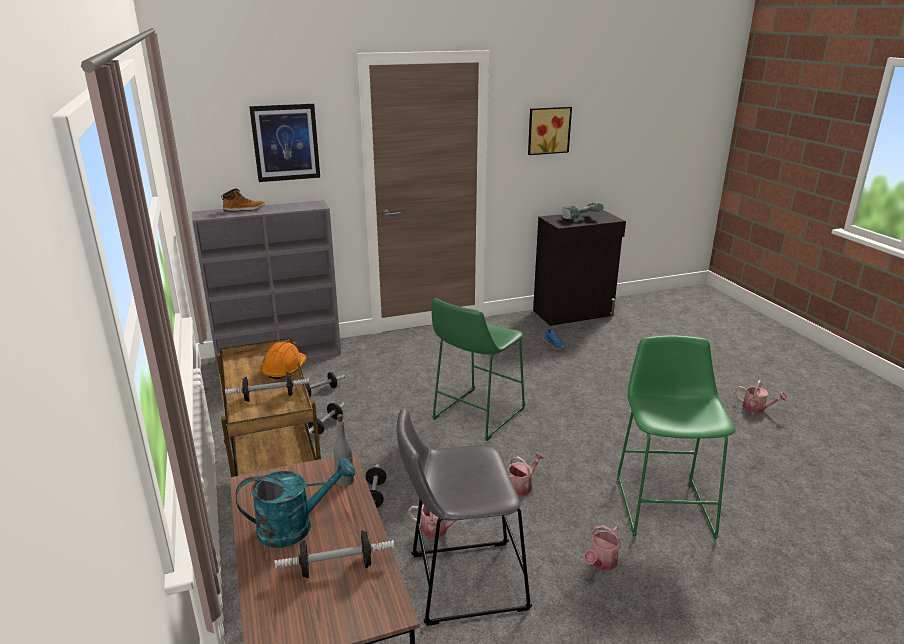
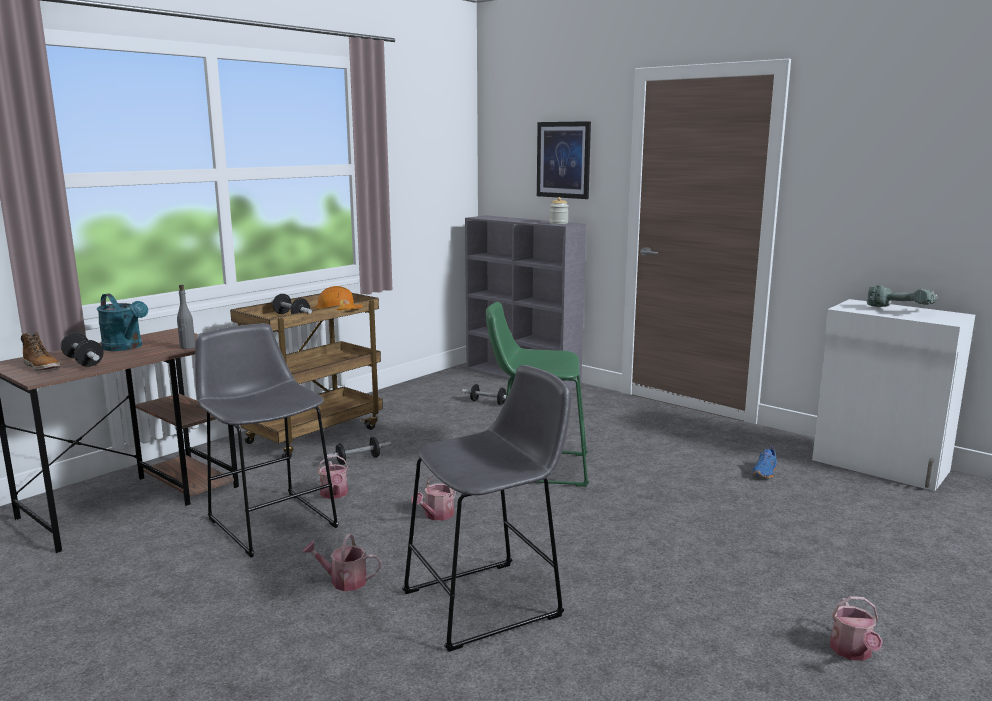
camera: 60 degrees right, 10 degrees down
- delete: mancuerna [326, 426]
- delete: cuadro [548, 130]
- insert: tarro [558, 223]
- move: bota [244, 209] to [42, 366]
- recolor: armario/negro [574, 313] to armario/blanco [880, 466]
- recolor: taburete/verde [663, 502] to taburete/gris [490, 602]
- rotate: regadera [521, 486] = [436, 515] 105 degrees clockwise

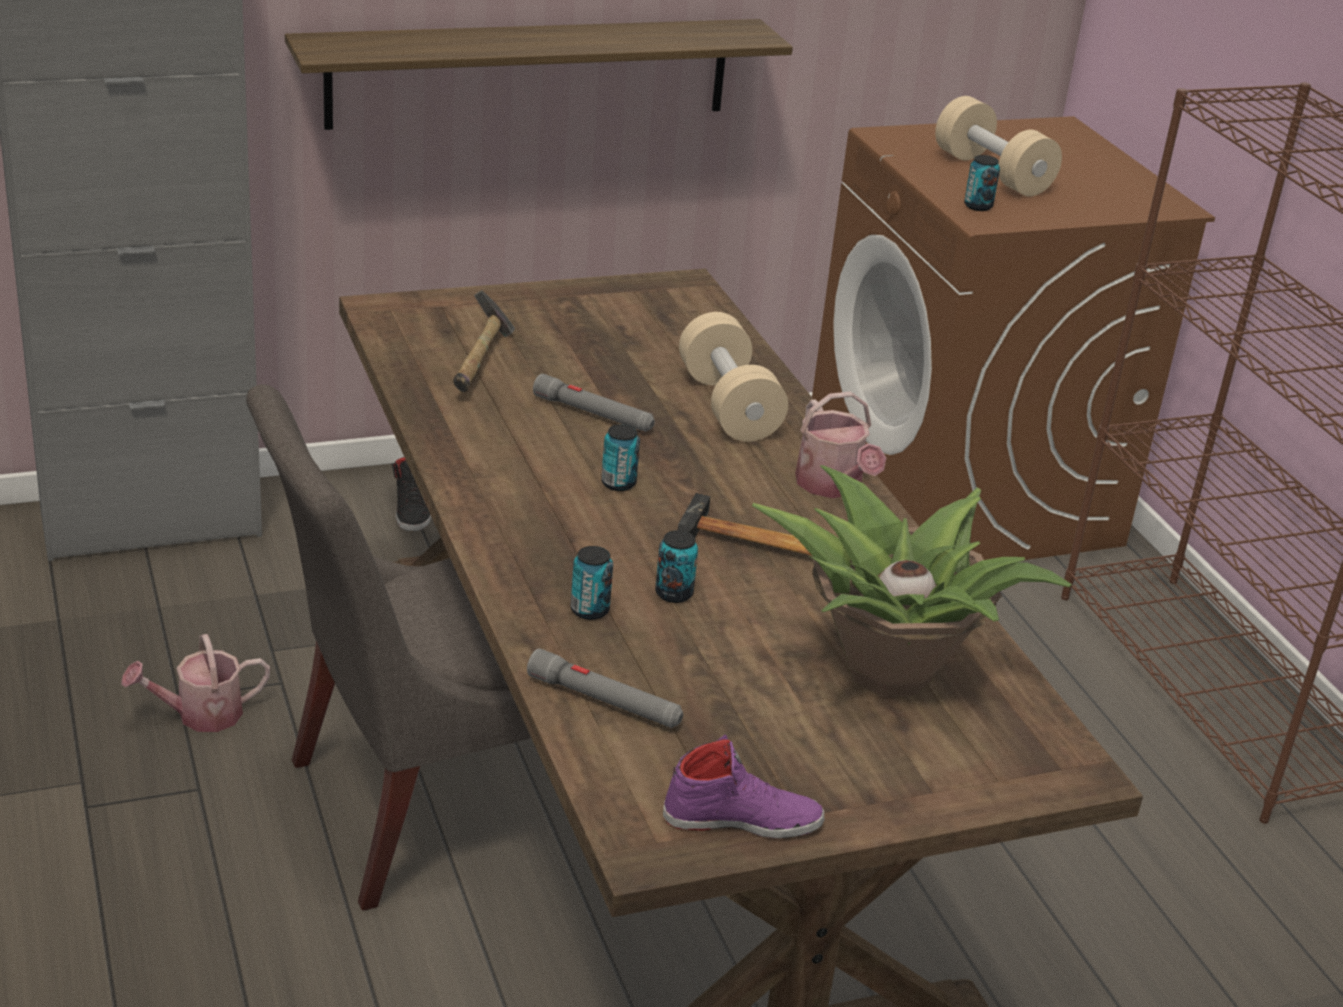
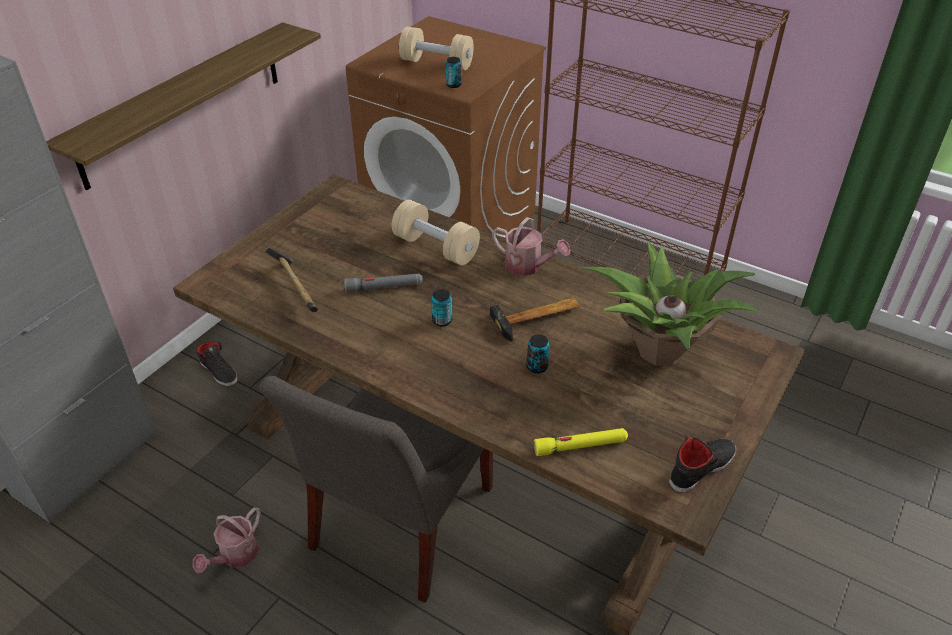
camera: 35 degrees left, 10 degrees up
- delete: lata [589, 610]
- recolor: linterna/gris [604, 701] to linterna/amarillo [580, 446]
- recolor: zapato/morado [742, 819] to zapato/negro [701, 467]

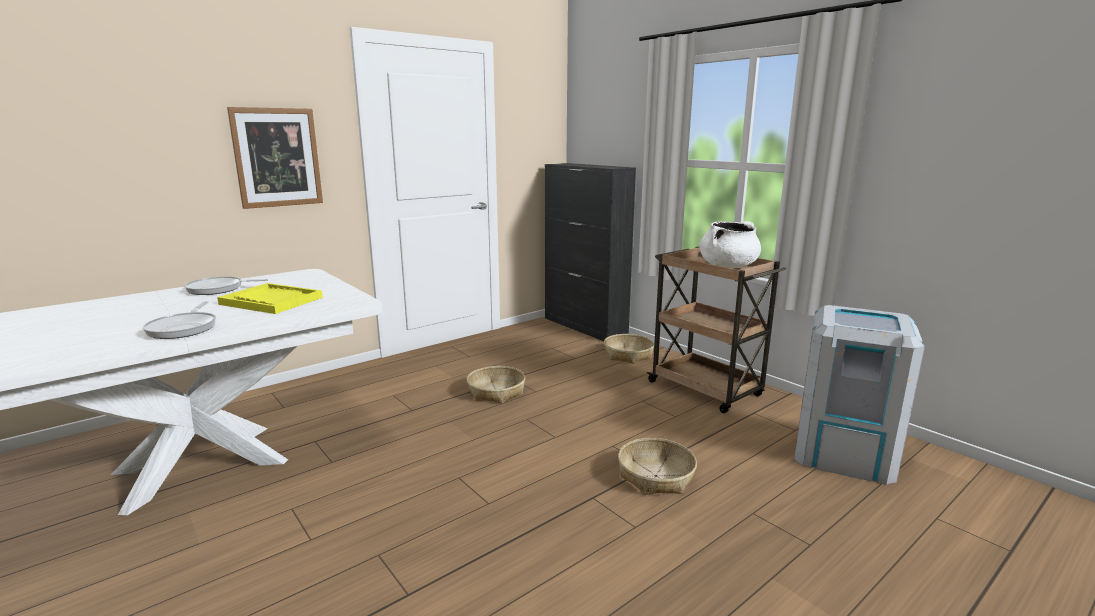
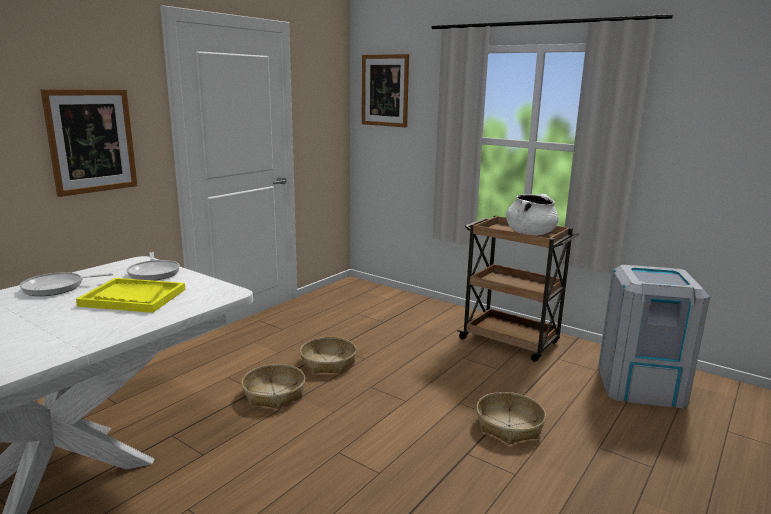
camera: 15 degrees left, 0 degrees up
- delete: armario/negro [585, 327]
- insert: cuadro [385, 90]
- move: sartén [184, 328] to [154, 272]
- move: cesta [628, 355] to [274, 394]

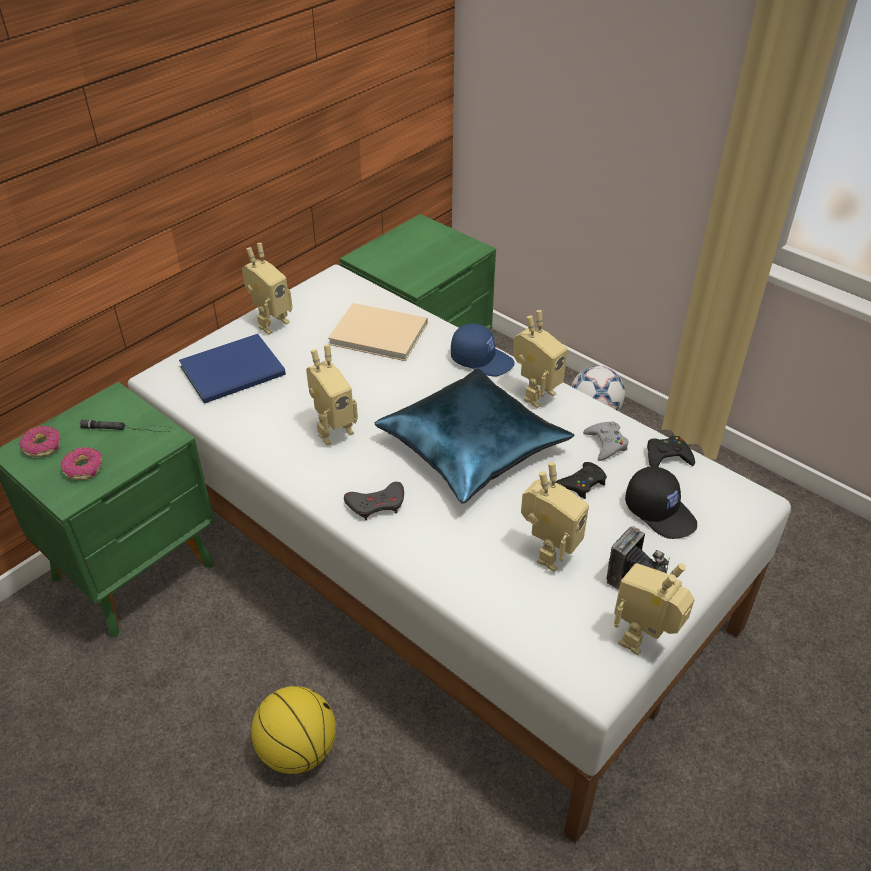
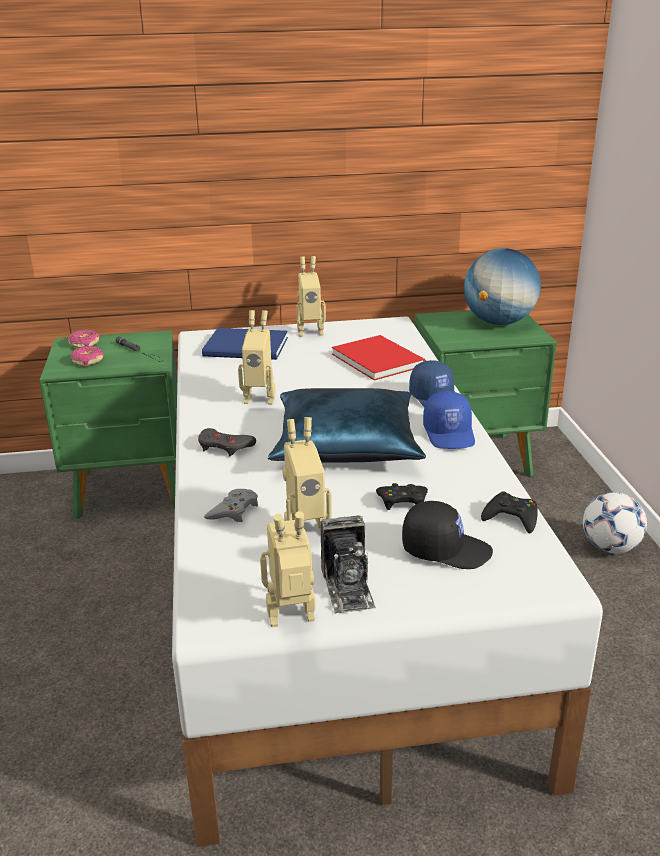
camera: 40 degrees right, 15 degrees down
- delete: balón de baloncesto [297, 749]
- insert: globo terráqueo [499, 322]
- move: mando de consola/gris [606, 444] to [233, 510]
- replace: robot de juguete [535, 394] to gorra/azul [450, 434]
- recolor: libro/beis [377, 332] to libro/rojo [378, 358]
- rotate: gorra/negro [660, 512] = [446, 549] 75 degrees counterclockwise

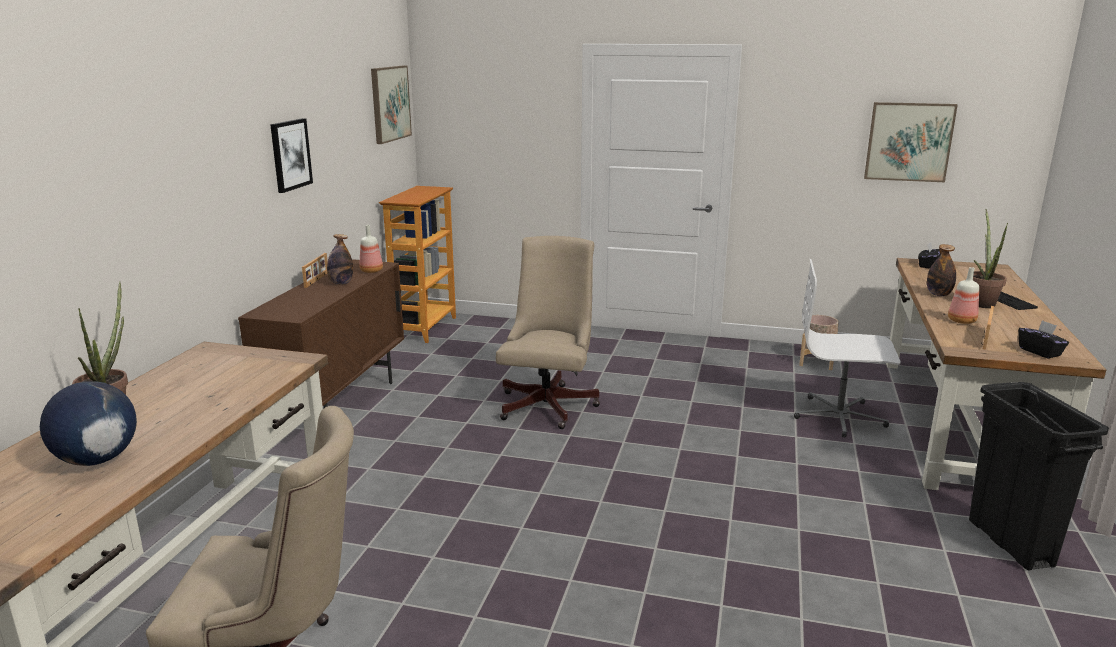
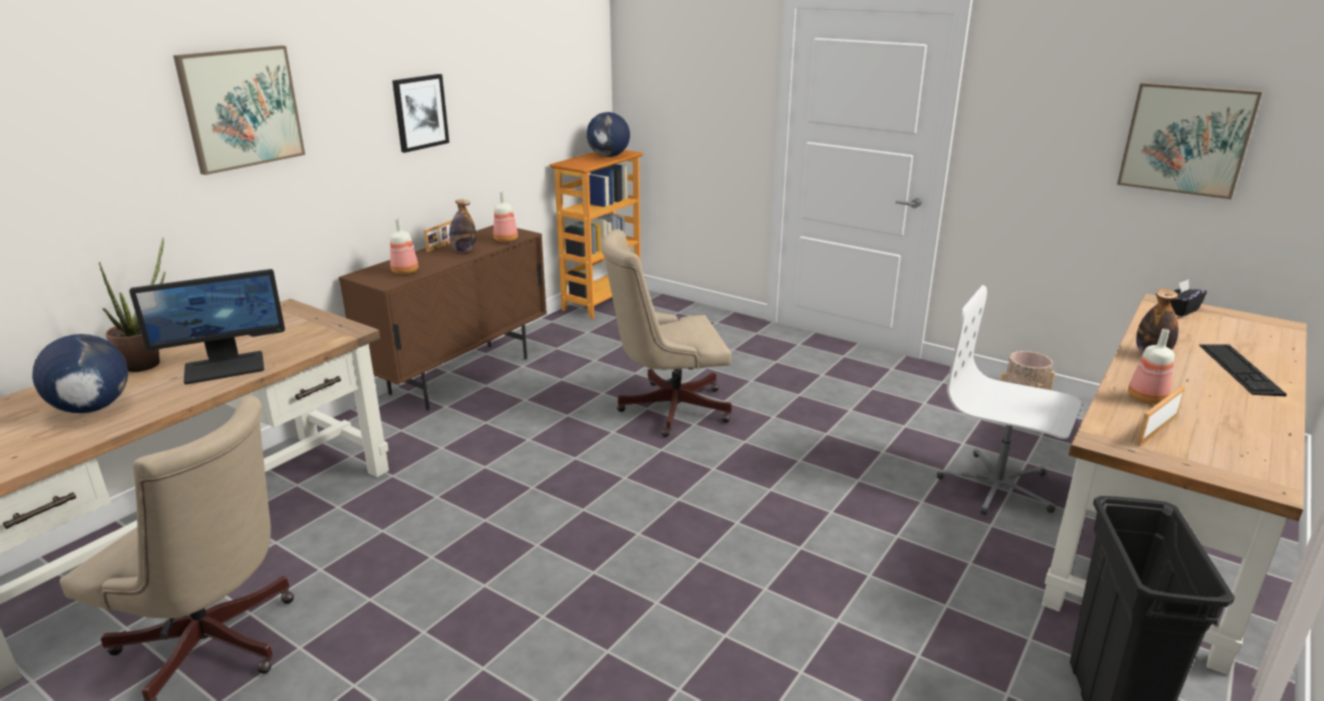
camera: 20 degrees right, 5 degrees up
- delete: planta en maceta [980, 302]
- delete: caja de pañuelos/negro [1040, 352]
- insert: monitor [225, 367]
- insert: botella [406, 271]
- insert: globo terráqueo [609, 156]
- move: cuadro [390, 103] to [241, 108]
- rotate: silla de oficina/beis [549, 403] = [667, 408] 135 degrees counterclockwise

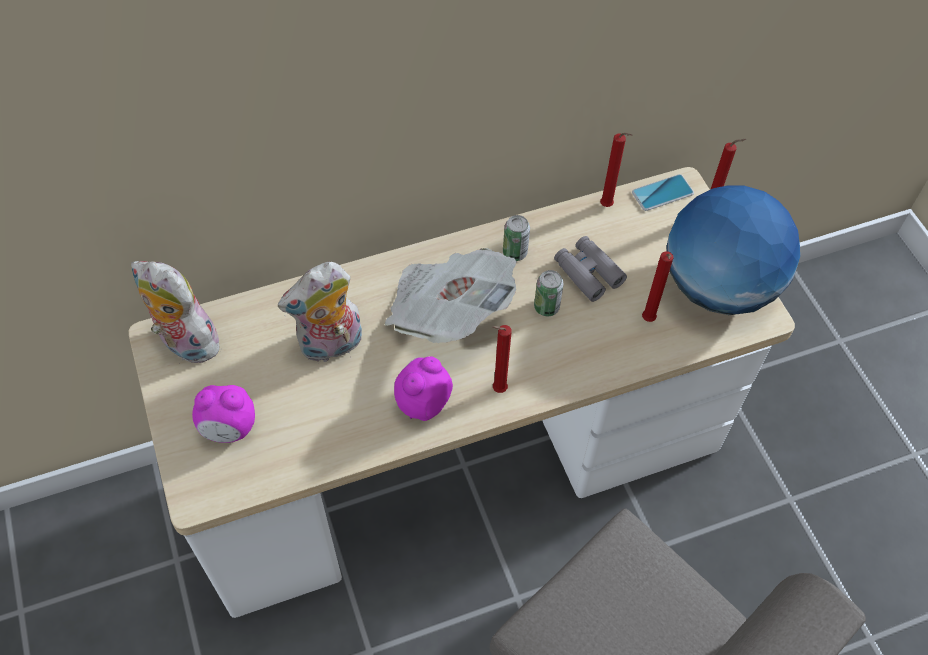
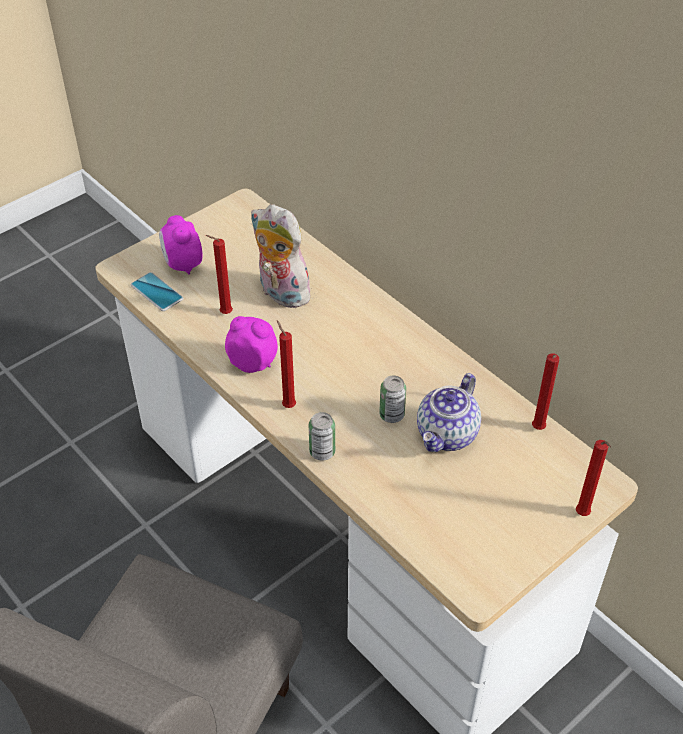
camera: 70 degrees right, 10 degrees down
- delete: peluche [185, 343]
- delete: periódico [448, 311]
- delete: globo terráqueo [717, 287]
- move: lata [515, 252] to [322, 452]
- move: móvil [662, 193] to [157, 292]
- move: vela/rojo [648, 321] to [224, 313]
- replace: prismáticos/gris [588, 273] to tetera [447, 435]

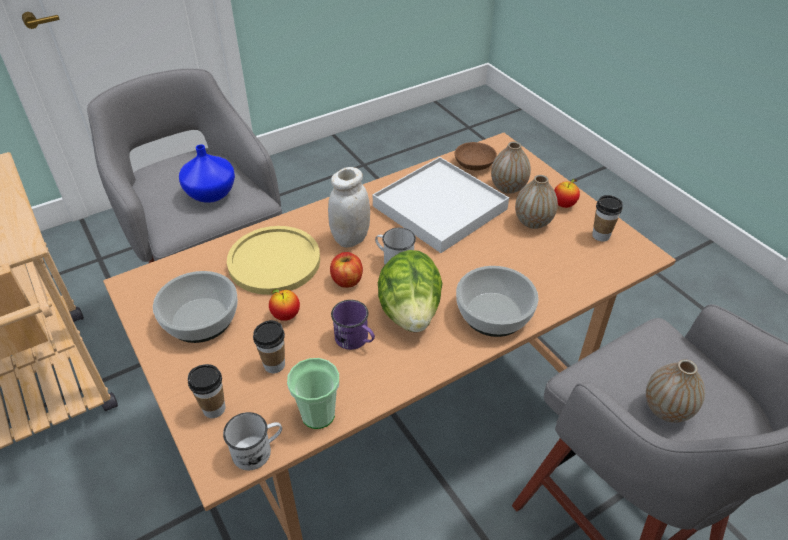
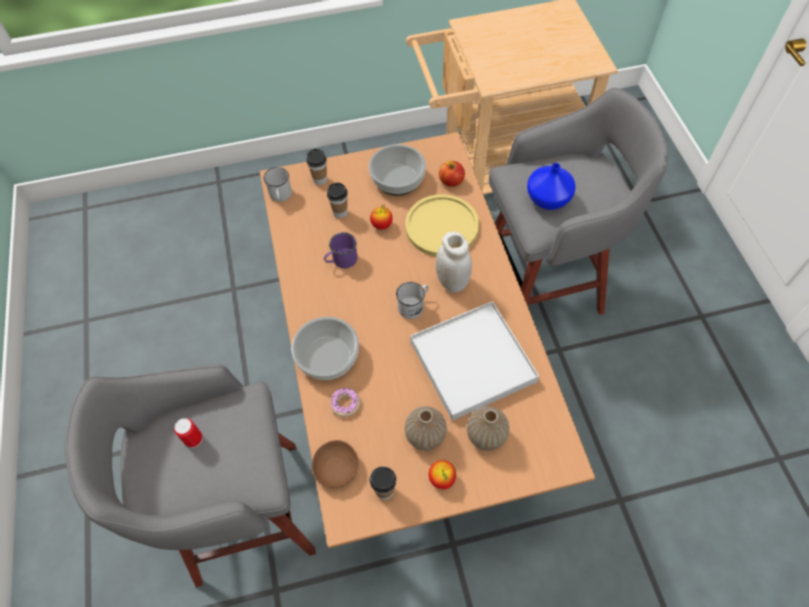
camera: 110 degrees right, 15 degrees up
- delete: taza [318, 414]
- delete: lechuga [410, 312]
- insert: rosquilla [345, 404]
- move: manzana [347, 280] to [451, 181]
- move: cuenco/marrón [474, 165] to [335, 467]
- replace: florero [666, 409] to lata [193, 439]

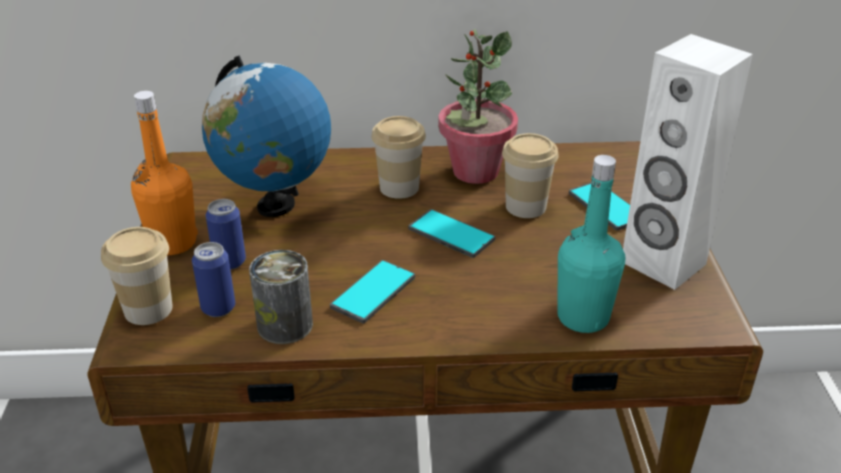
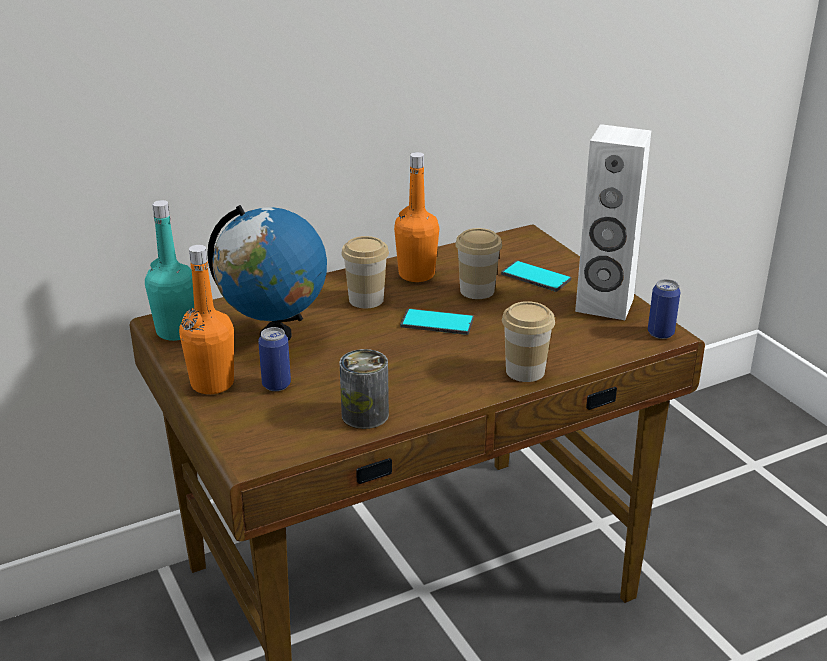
camera: 25 degrees left, 5 degrees down
- delete: móvil [373, 292]
- move: taza [148, 309] to [525, 371]
- move: lata [218, 308] to [660, 333]
- move: botella/turquesa [583, 317] to [176, 331]
- replace: planta en maceta [475, 171] to botella/naranja [416, 274]

